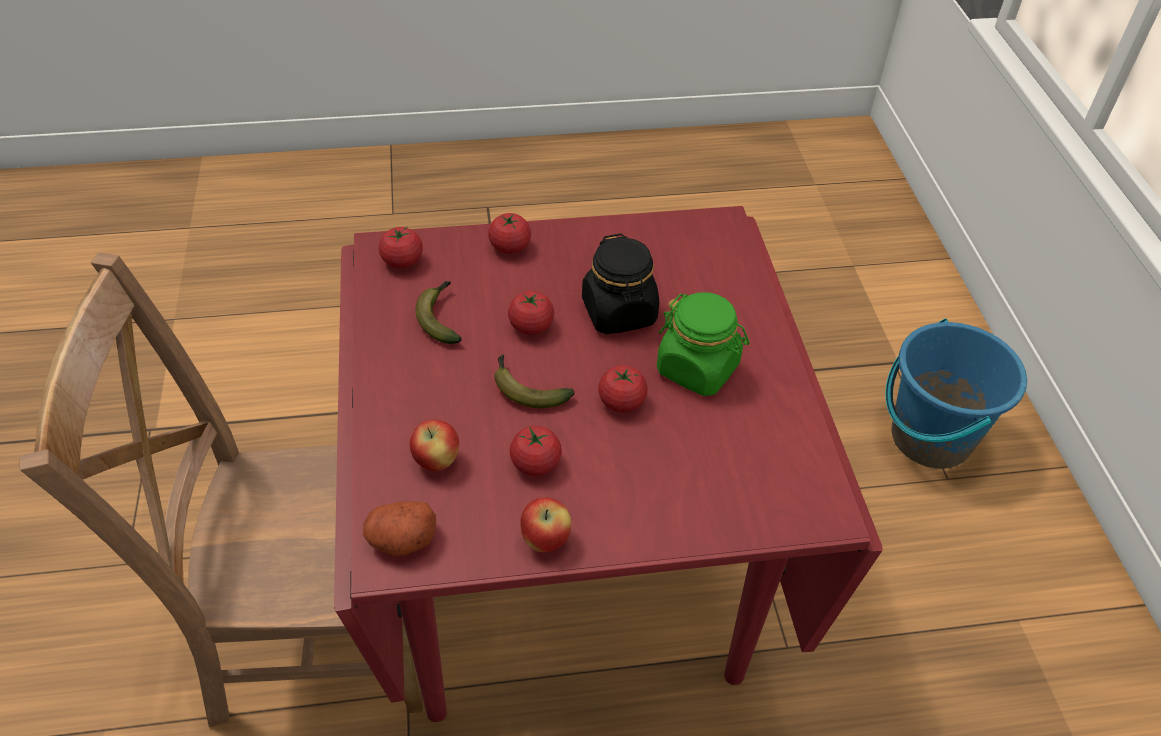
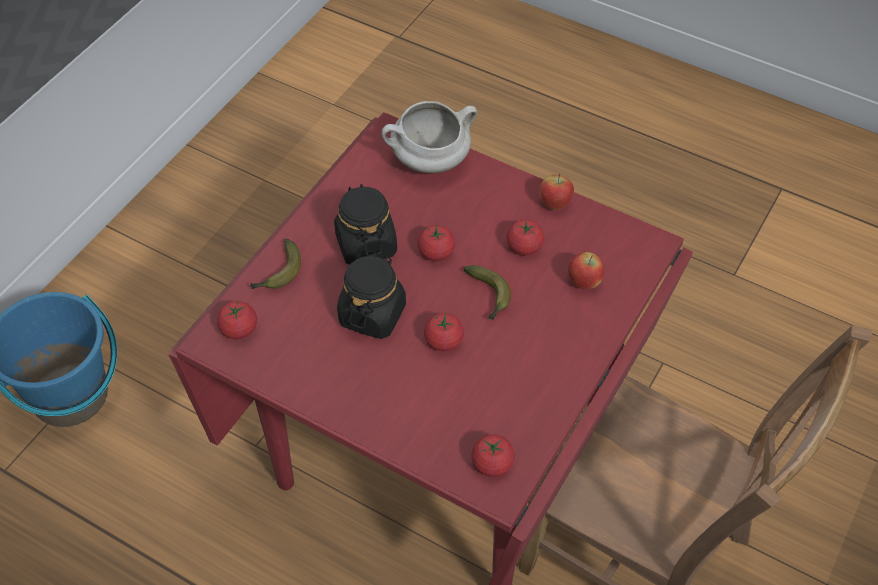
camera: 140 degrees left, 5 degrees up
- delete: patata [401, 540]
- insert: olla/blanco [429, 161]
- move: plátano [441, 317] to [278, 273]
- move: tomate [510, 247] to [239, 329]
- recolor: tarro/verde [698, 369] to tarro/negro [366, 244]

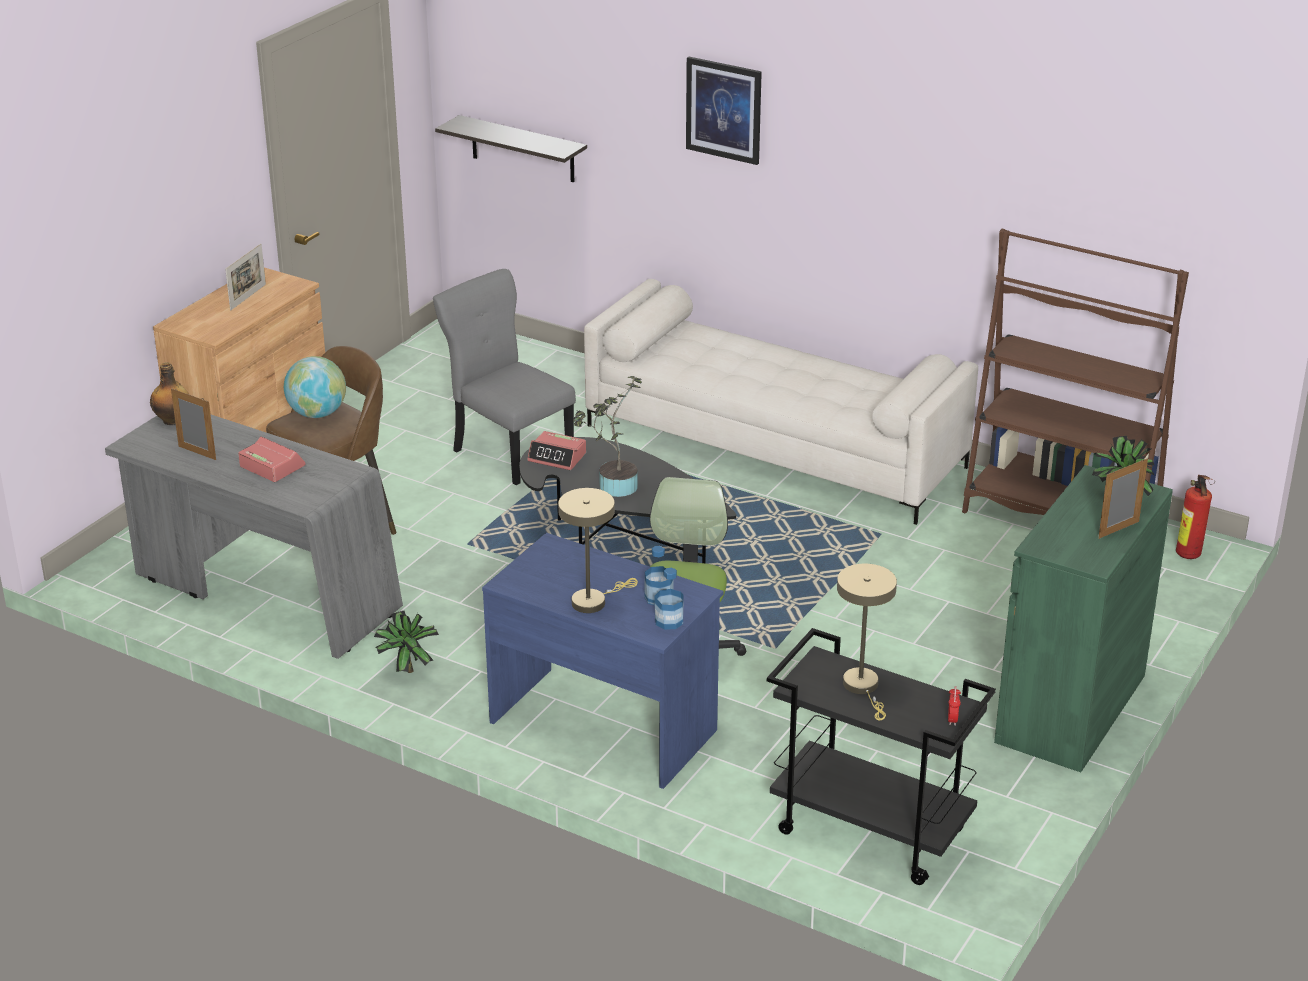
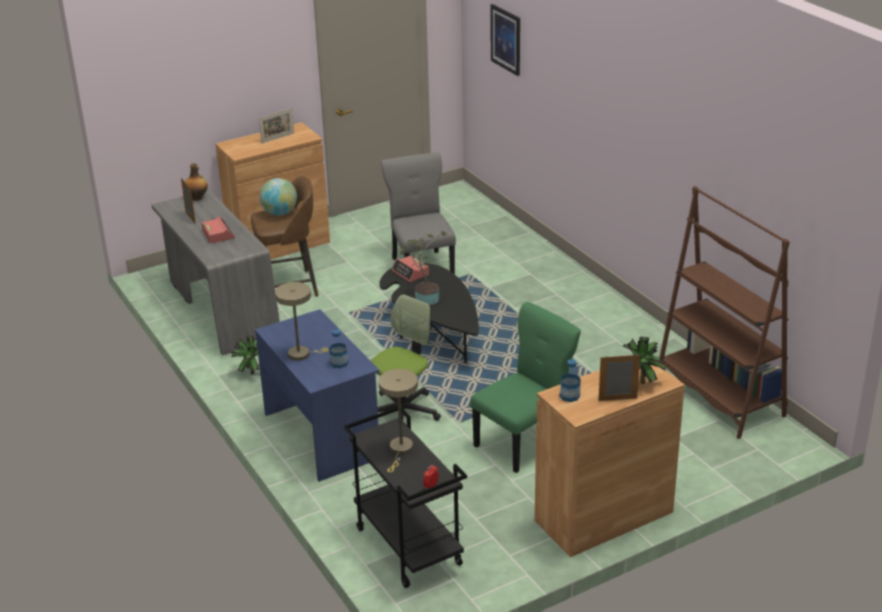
camera: 30 degrees right, 0 degrees up
- delete: estante [522, 149]
- delete: sofá/blanco [776, 446]
- delete: extintor [1188, 556]
- insert: silla/verde [524, 442]
- move: botella [669, 621] to [569, 396]
- move: cuadro [724, 110] to [506, 39]
- recolor: armario/verde [1071, 708] to armario/marrón [604, 516]

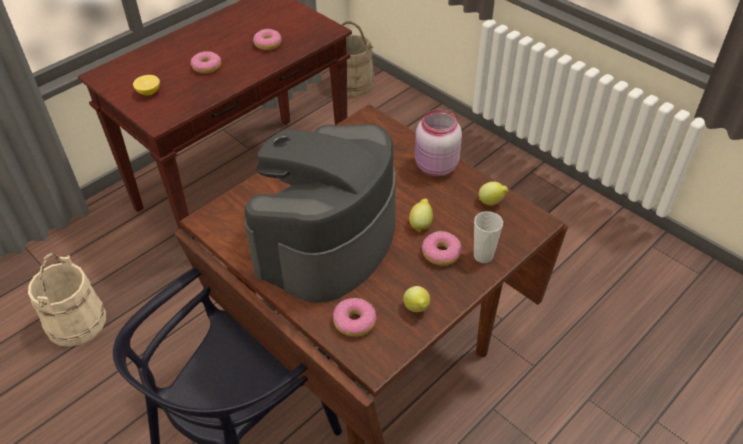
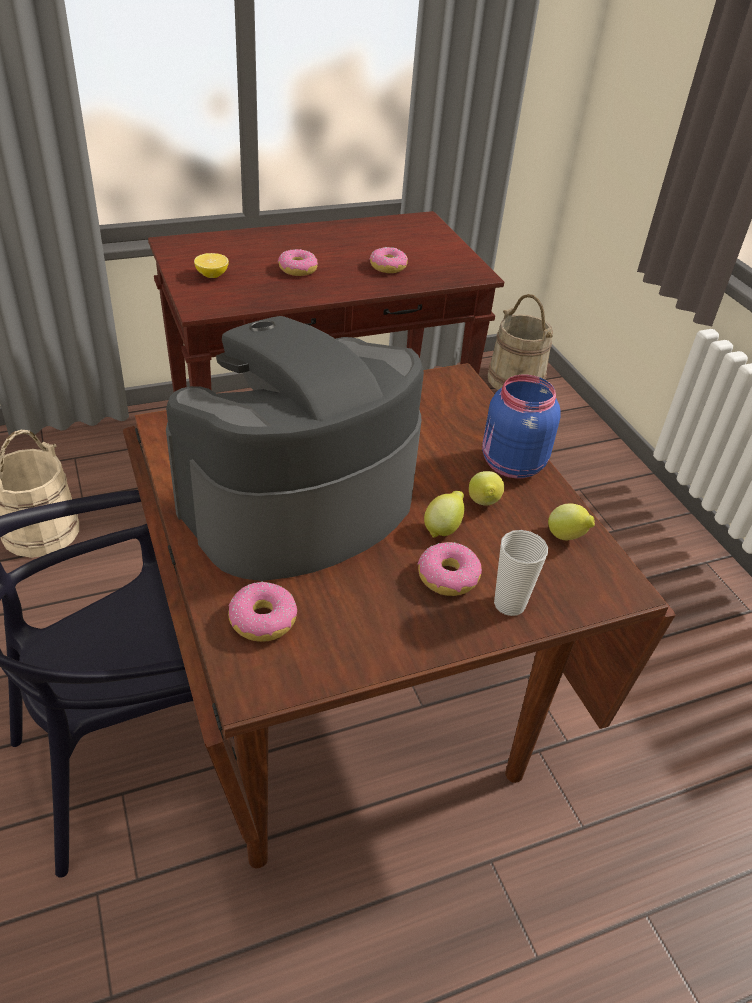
camera: 20 degrees right, 5 degrees down
- move: limón [416, 309] to [483, 504]
- recolor: tarro/rosa [435, 167] to tarro/azul [510, 464]

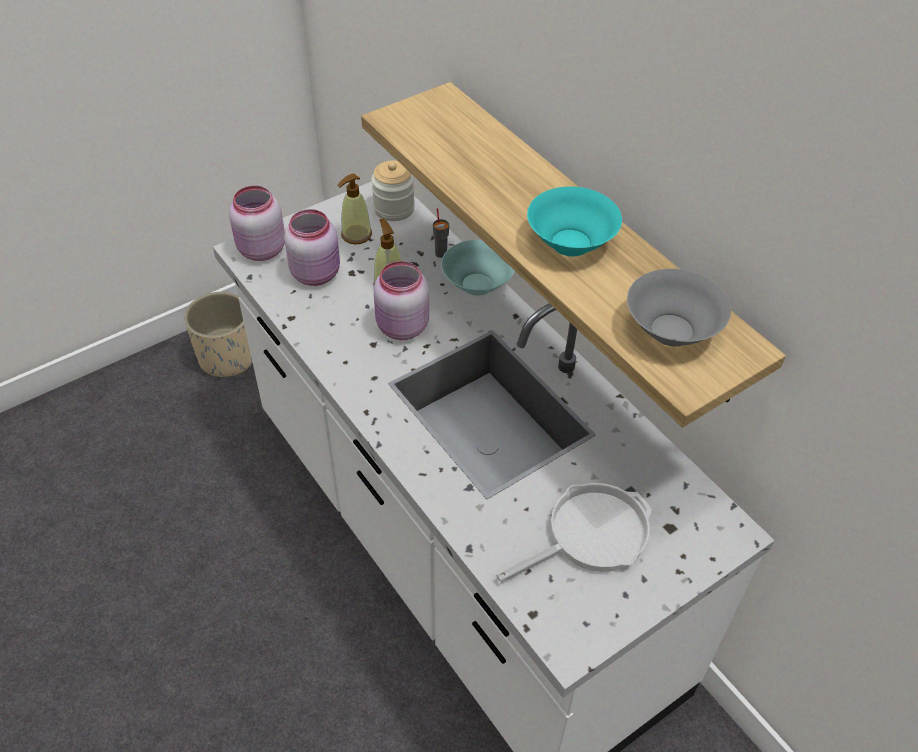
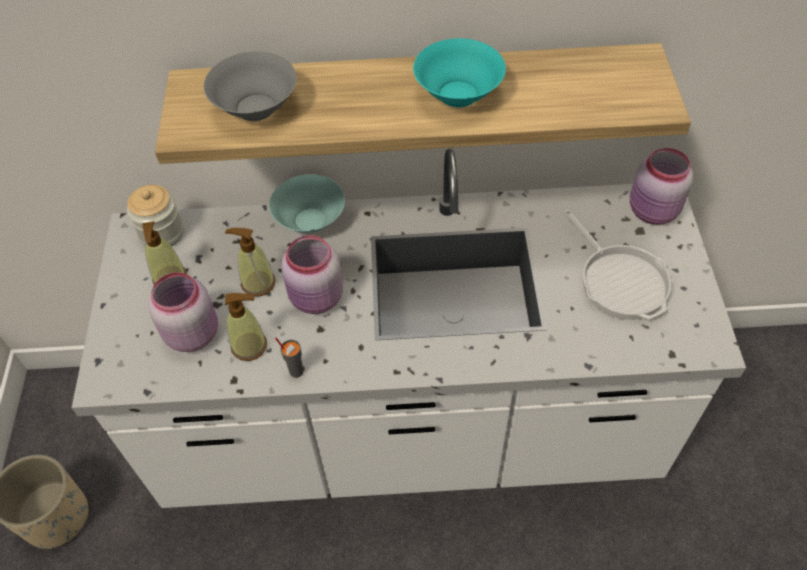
camera: 55 degrees left, 5 degrees up
- insert: dispensador de jabón [249, 346]
- move: tarro/rosa [260, 250] to [653, 212]
- move: taza/gris [441, 253] to [296, 371]
- move: cuenco/gris [671, 331] to [256, 108]
- rotate: sartén [590, 535] = [619, 280] 150 degrees clockwise

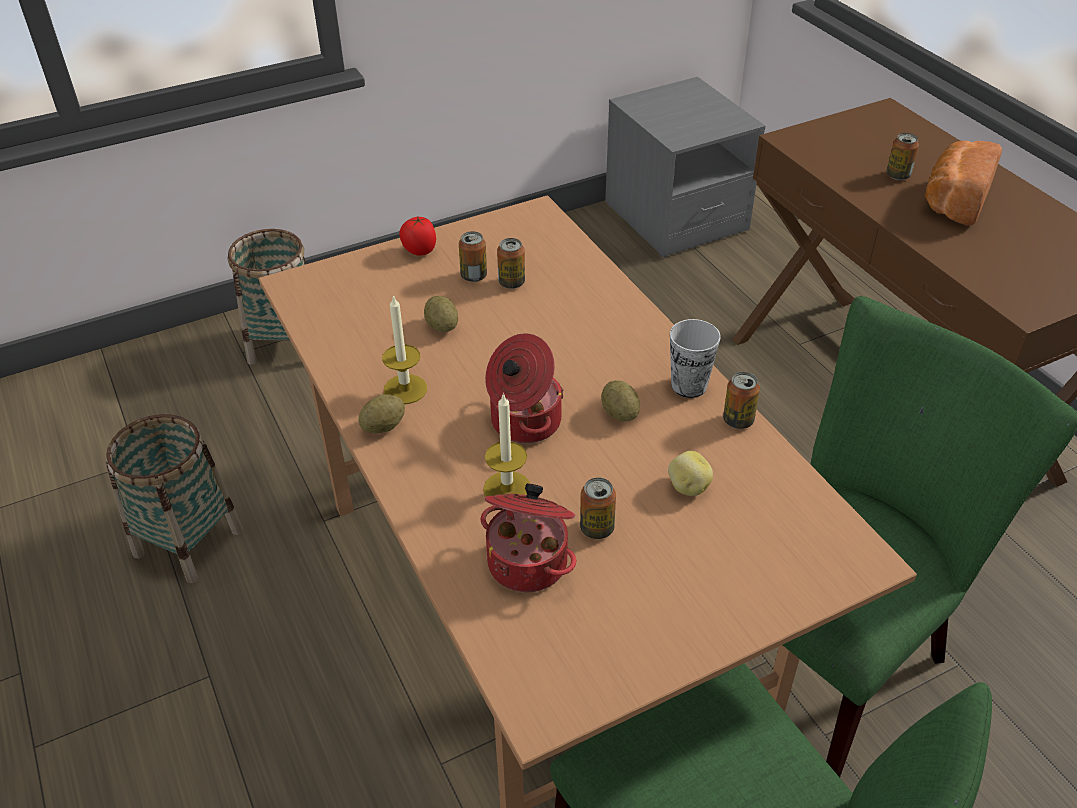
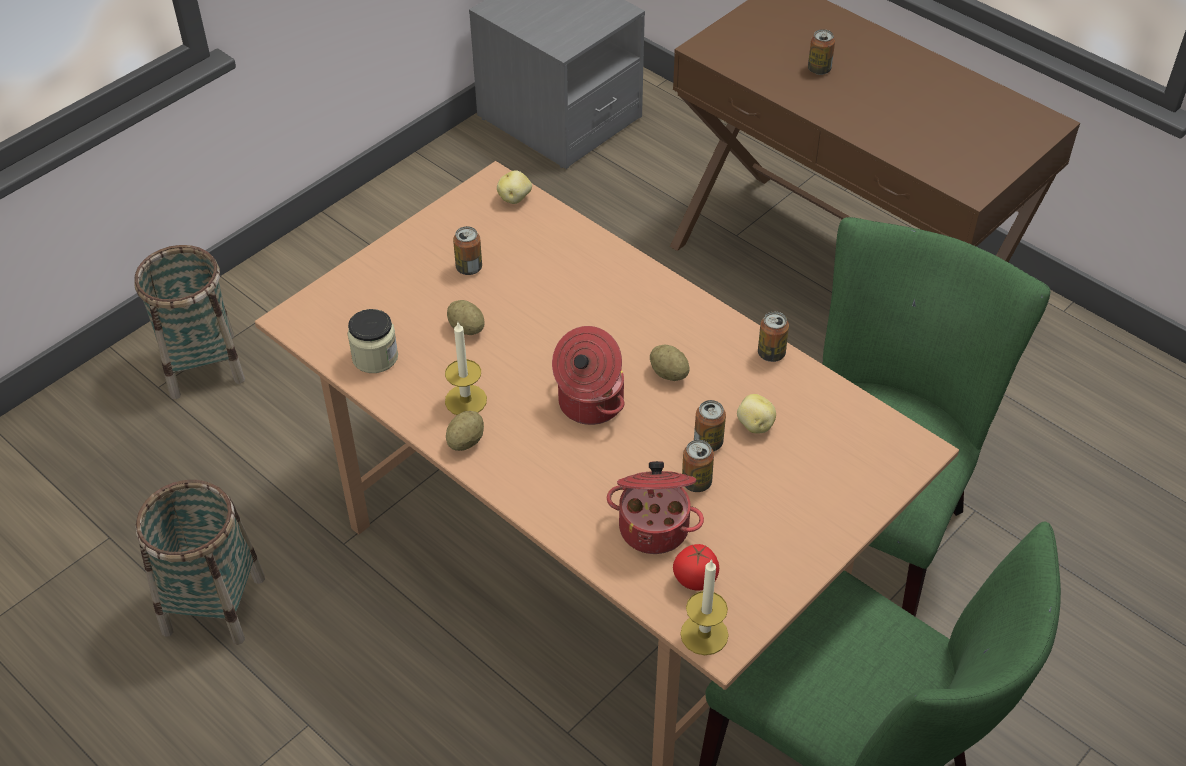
camera: 20 degrees left, 5 degrees up
- delete: taza [689, 385]
- delete: pan [953, 200]
- insert: tarro [375, 357]
- insert: patata [515, 198]
- move: tomate [419, 251] to [695, 580]
- move: vela [507, 489] to [704, 634]
- move: lata [511, 283] to [708, 443]

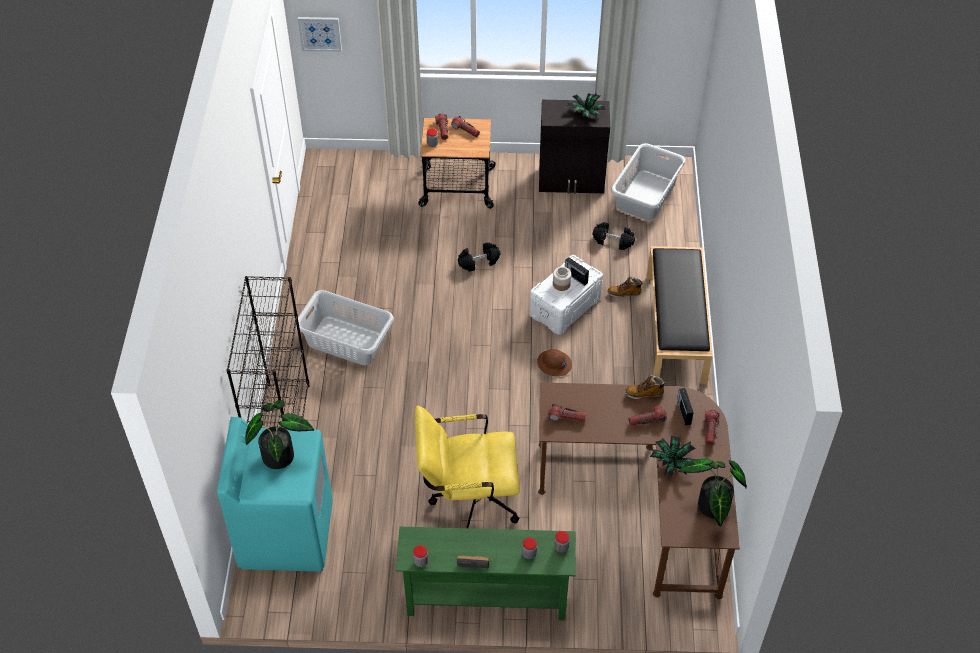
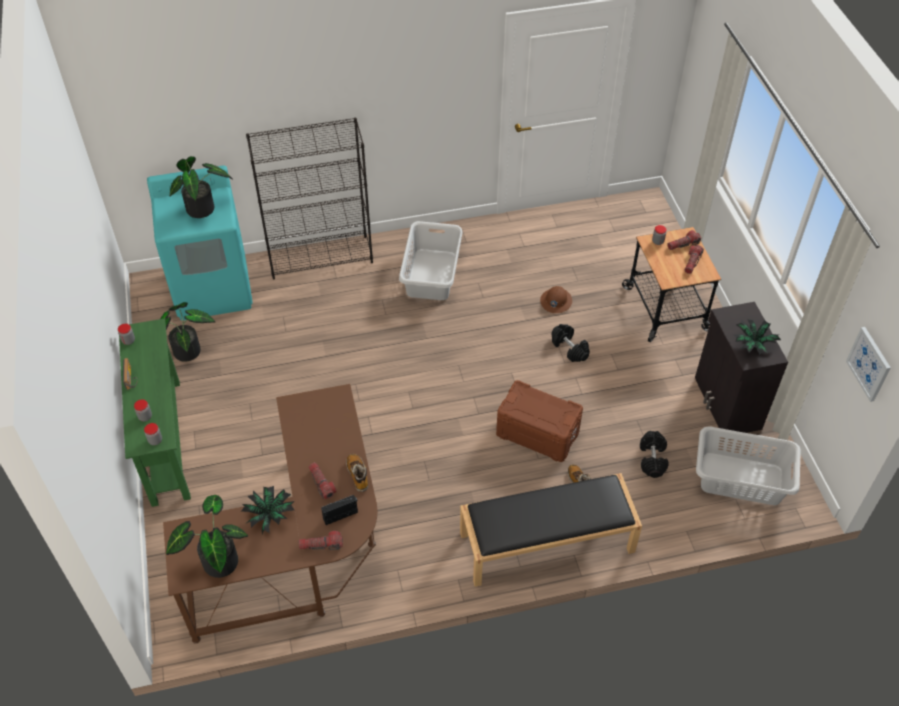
camera: 75 degrees right, 0 degrees up
- delete: silla de oficina/amarillo [467, 500]
- delete: linterna [566, 417]
- delete: tarro [561, 284]
- delete: radio [575, 277]
- insert: planta en maceta [188, 349]
- move: cuadro [320, 33] to [869, 364]
- move: casco/marrón [554, 364] to [556, 301]
- recolor: caja de almacenaje/blanco [565, 307] to caja de almacenaje/marrón [537, 434]

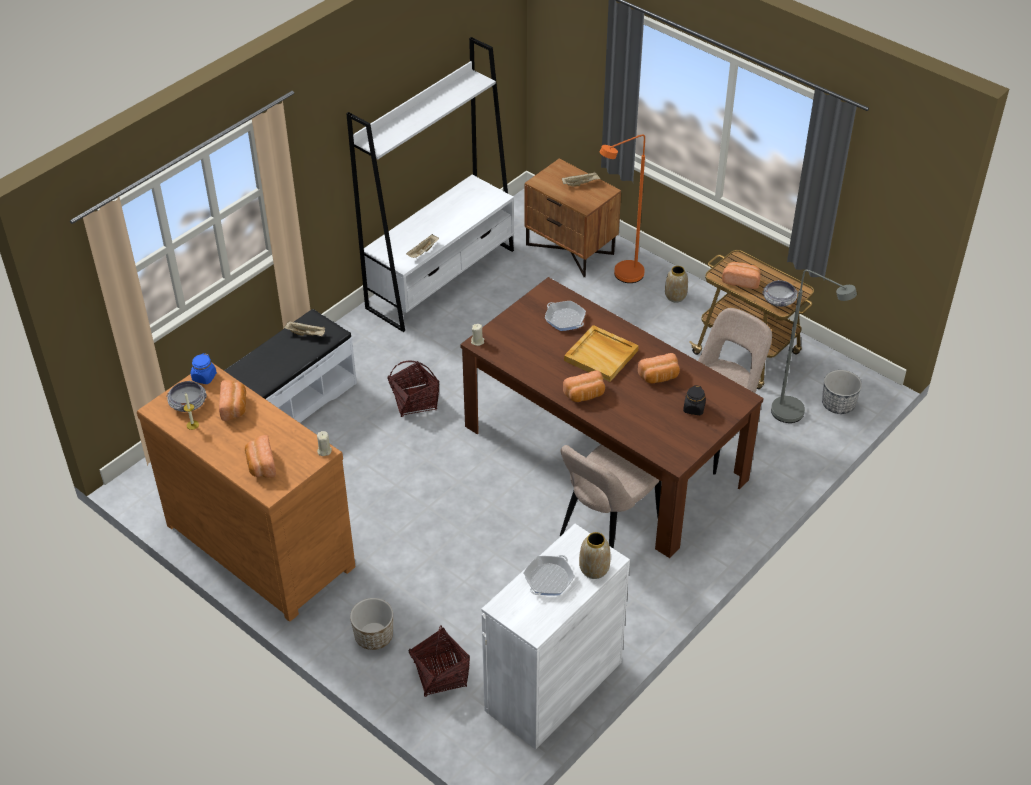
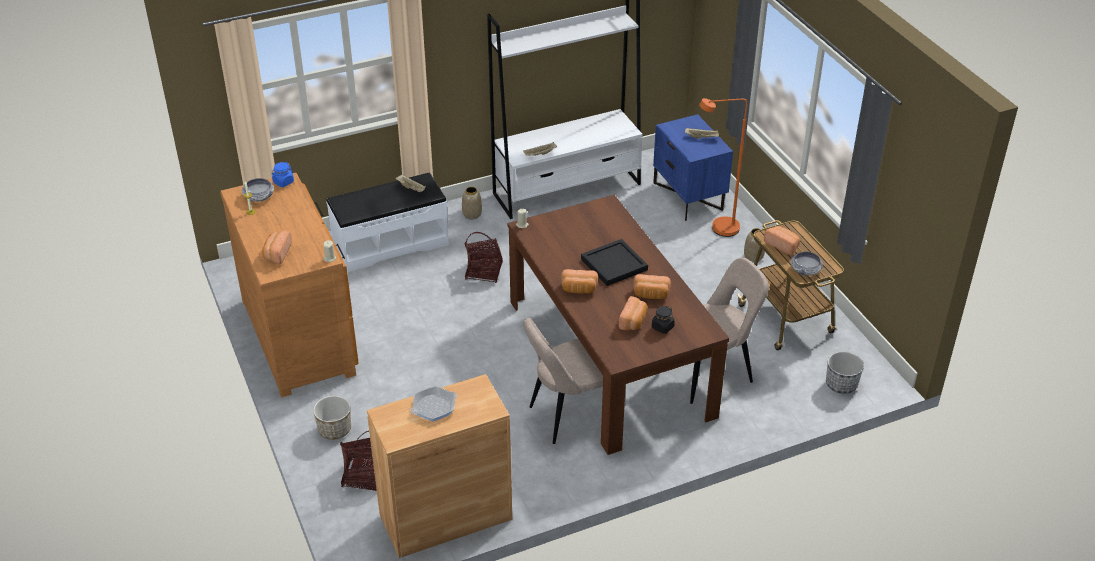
camera: 25 degrees right, 5 degrees down
- delete: sartén [565, 319]
- delete: lámpara de pie/gris [795, 415]
- move: pan [234, 407] to [633, 321]
- move: florero [594, 569] to [472, 214]
- recolor: armario/blanco [553, 686] to armario/marrón [445, 517]
- recolor: mesita de noche/marrón [571, 249] to mesita de noche/azul [689, 196]
- recolor: bandeja/beis [601, 355] to bandeja/negro [614, 264]

